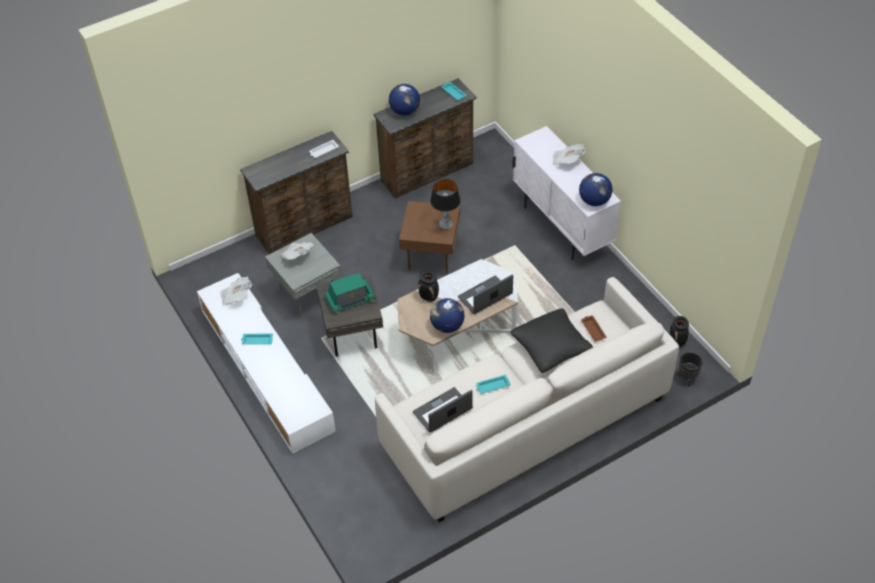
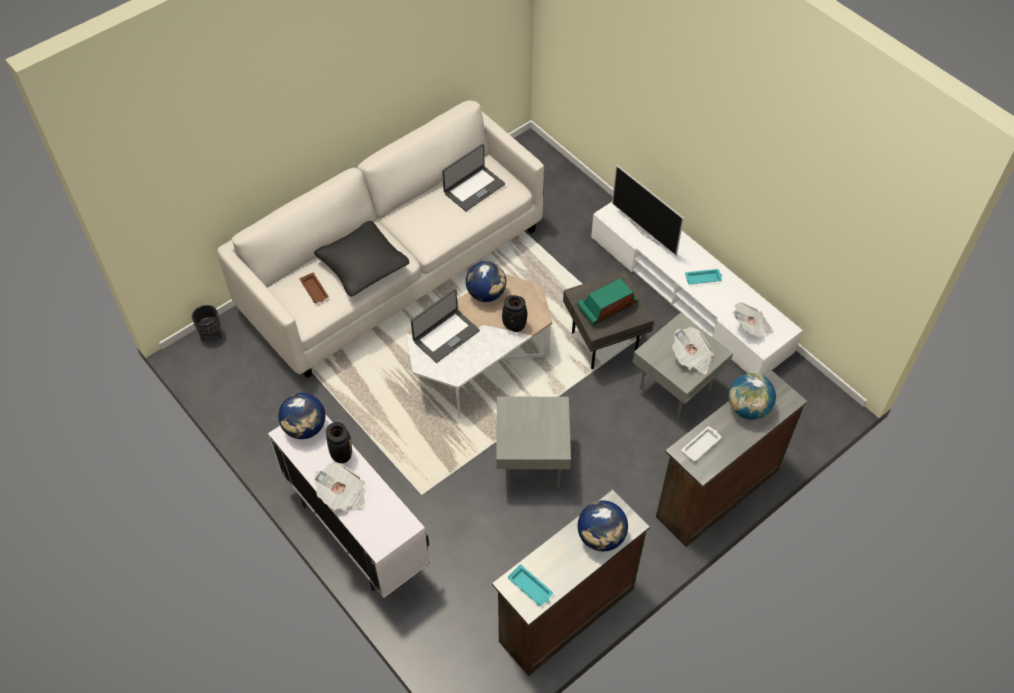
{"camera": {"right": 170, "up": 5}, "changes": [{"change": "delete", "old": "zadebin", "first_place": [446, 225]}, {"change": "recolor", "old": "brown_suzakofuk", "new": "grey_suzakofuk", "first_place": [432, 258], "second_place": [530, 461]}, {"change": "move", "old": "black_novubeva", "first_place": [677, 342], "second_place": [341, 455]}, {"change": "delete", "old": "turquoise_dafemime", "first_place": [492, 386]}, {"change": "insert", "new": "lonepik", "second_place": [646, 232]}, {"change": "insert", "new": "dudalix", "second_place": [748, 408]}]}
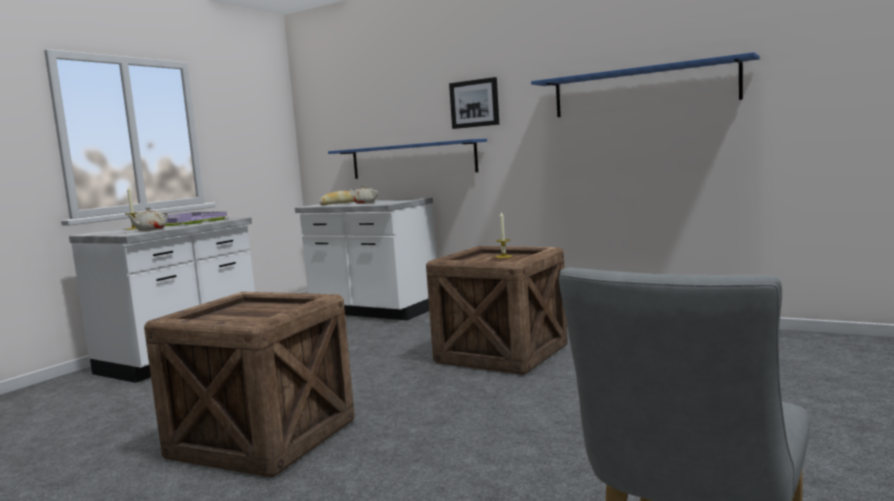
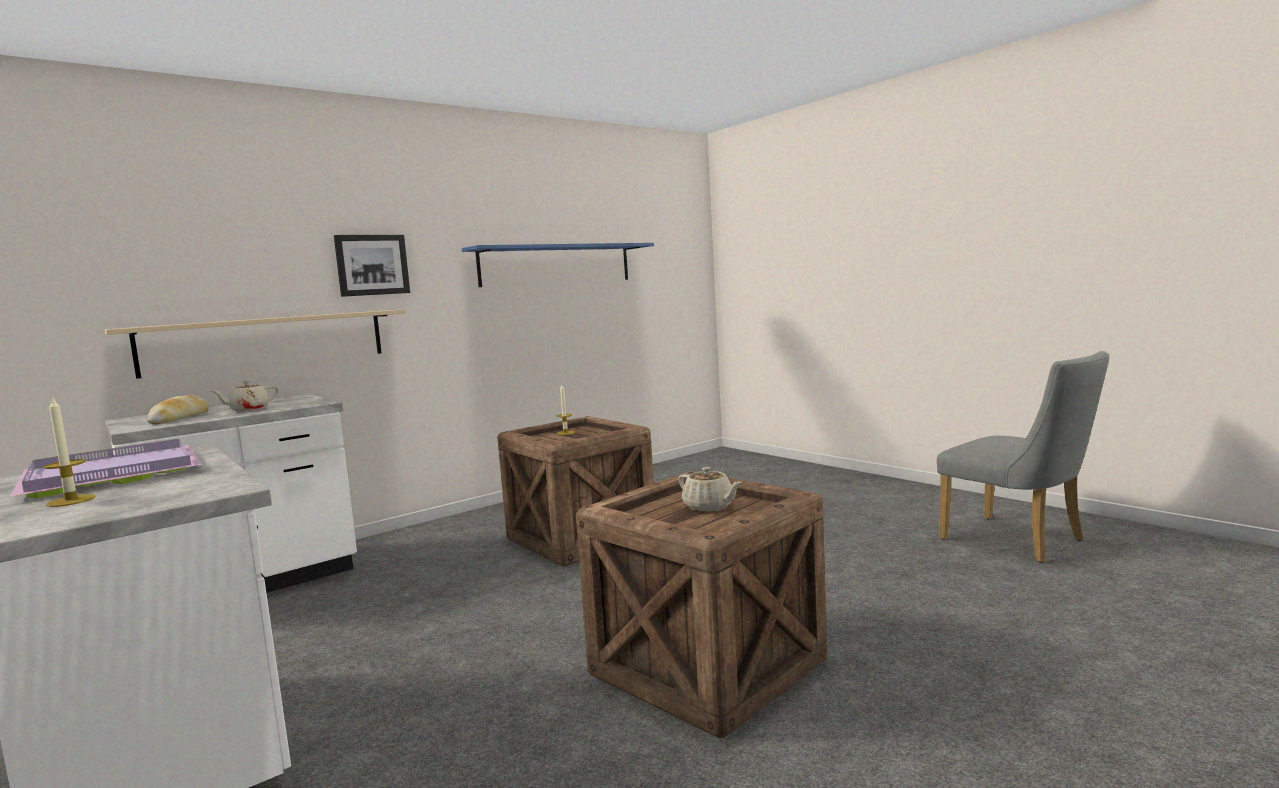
{"camera": {"right": -70, "up": 0}, "changes": [{"change": "recolor", "old": "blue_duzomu", "new": "beige_duzomu", "first_place": [412, 160], "second_place": [266, 341]}, {"change": "move", "old": "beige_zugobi", "first_place": [150, 230], "second_place": [709, 507]}]}
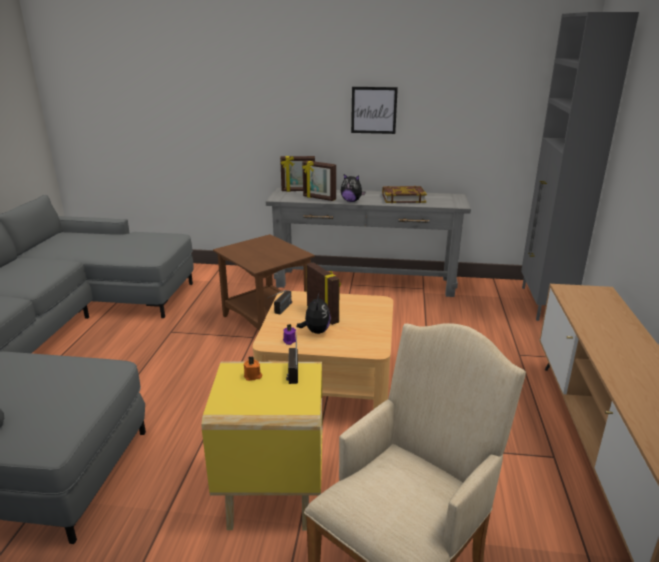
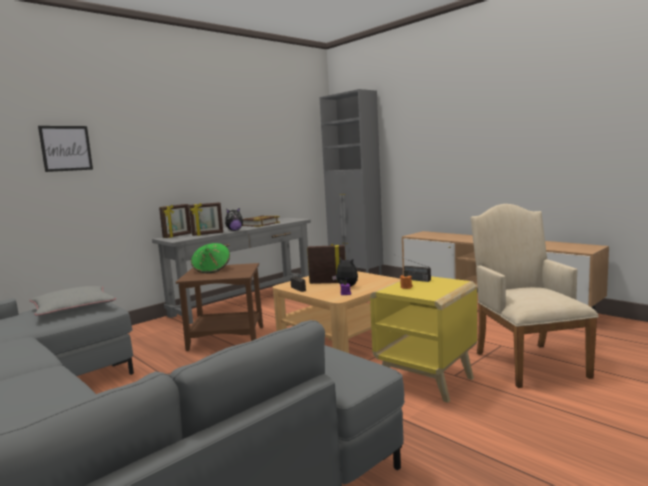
{"camera": {"right": -50, "up": -15}, "changes": [{"change": "move", "old": "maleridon", "first_place": [374, 110], "second_place": [66, 148]}, {"change": "insert", "new": "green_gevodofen", "second_place": [212, 269]}, {"change": "insert", "new": "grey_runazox", "second_place": [73, 308]}]}
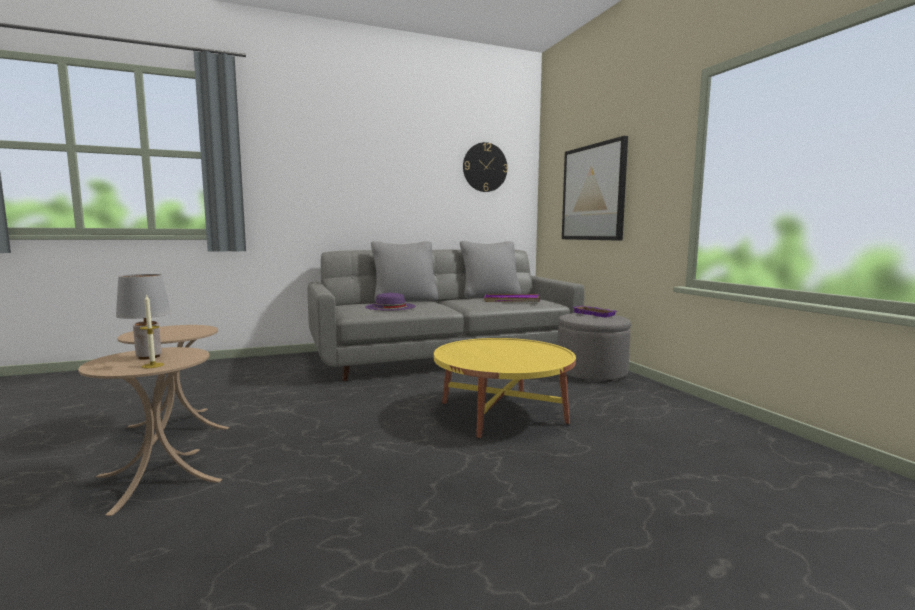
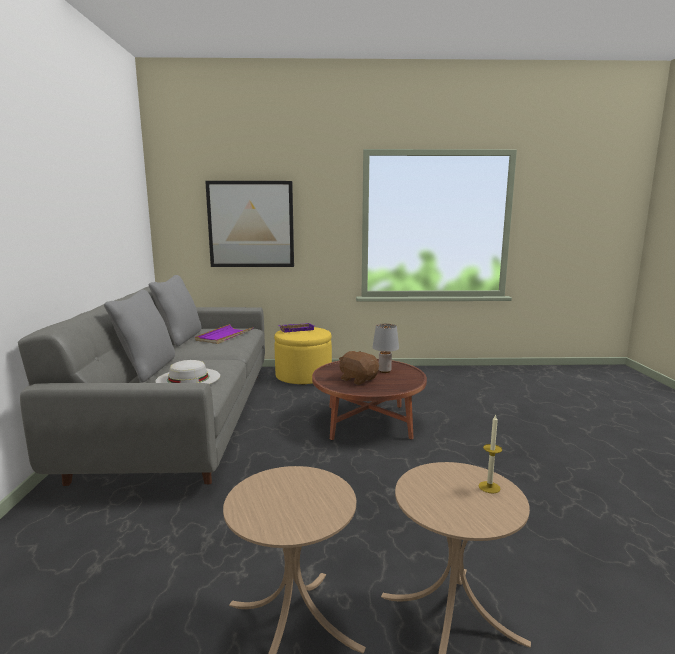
{"camera": {"right": -70, "up": 5}, "changes": [{"change": "delete", "old": "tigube", "first_place": [485, 167]}, {"change": "move", "old": "grey_zadebin", "first_place": [149, 357], "second_place": [385, 371]}, {"change": "recolor", "old": "purple_gevodofen", "new": "white_gevodofen", "first_place": [390, 306], "second_place": [188, 378]}, {"change": "recolor", "old": "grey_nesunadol", "new": "yellow_nesunadol", "first_place": [591, 372], "second_place": [303, 376]}, {"change": "recolor", "old": "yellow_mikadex", "new": "brown_mikadex", "first_place": [502, 413], "second_place": [368, 422]}, {"change": "insert", "new": "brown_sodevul", "second_place": [358, 379]}]}
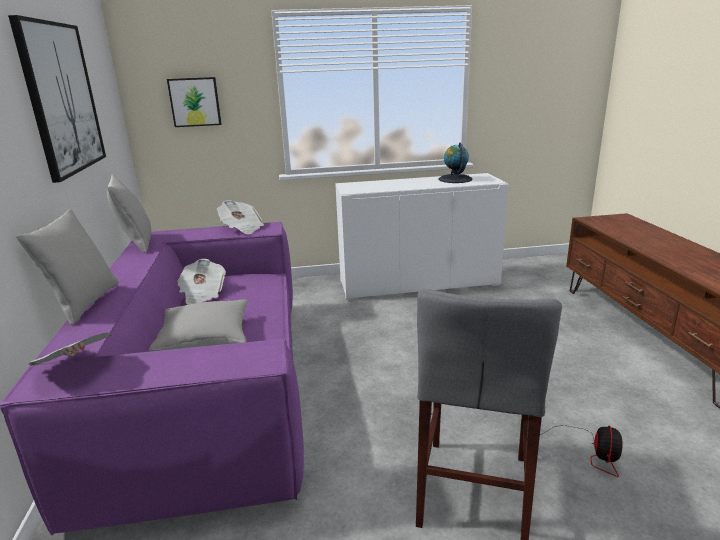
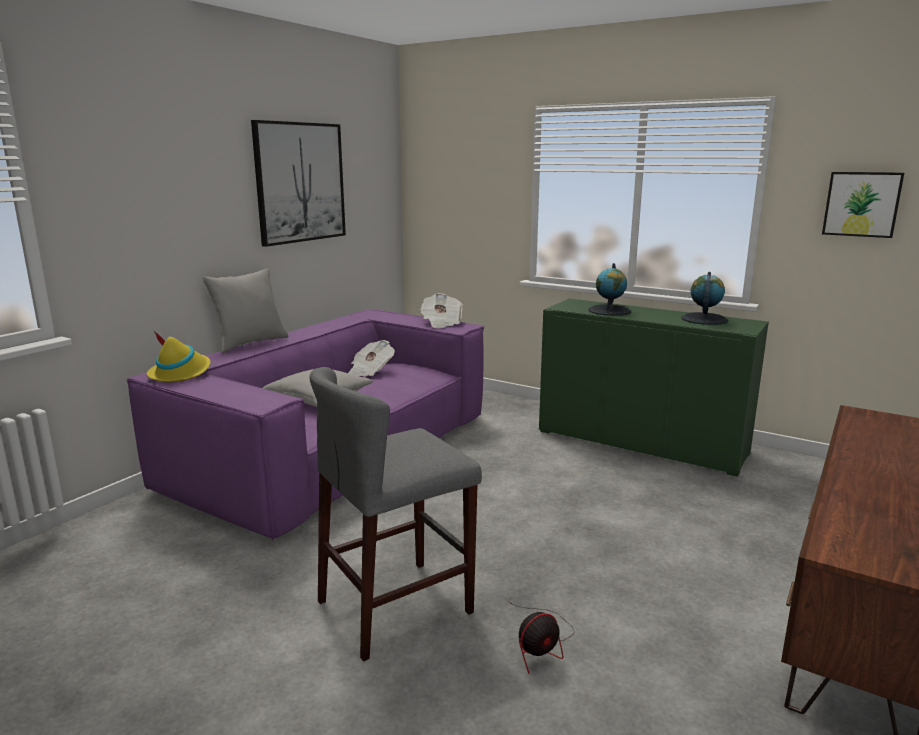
{"camera": {"right": 40, "up": -5}, "changes": [{"change": "move", "old": "maleridon", "first_place": [195, 102], "second_place": [862, 204]}, {"change": "recolor", "old": "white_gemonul", "new": "green_gemonul", "first_place": [418, 283], "second_place": [640, 442]}, {"change": "delete", "old": "grey_runazox", "first_place": [136, 243]}, {"change": "replace", "old": "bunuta", "new": "yellow_gevodofen", "first_place": [76, 367], "second_place": [180, 373]}, {"change": "insert", "new": "dudalix", "second_place": [609, 311]}]}
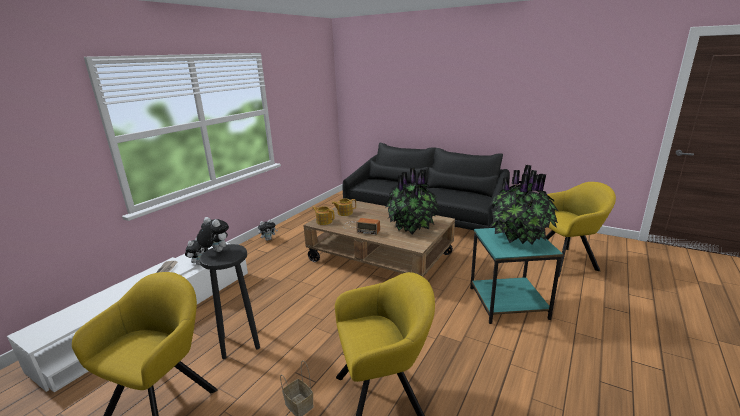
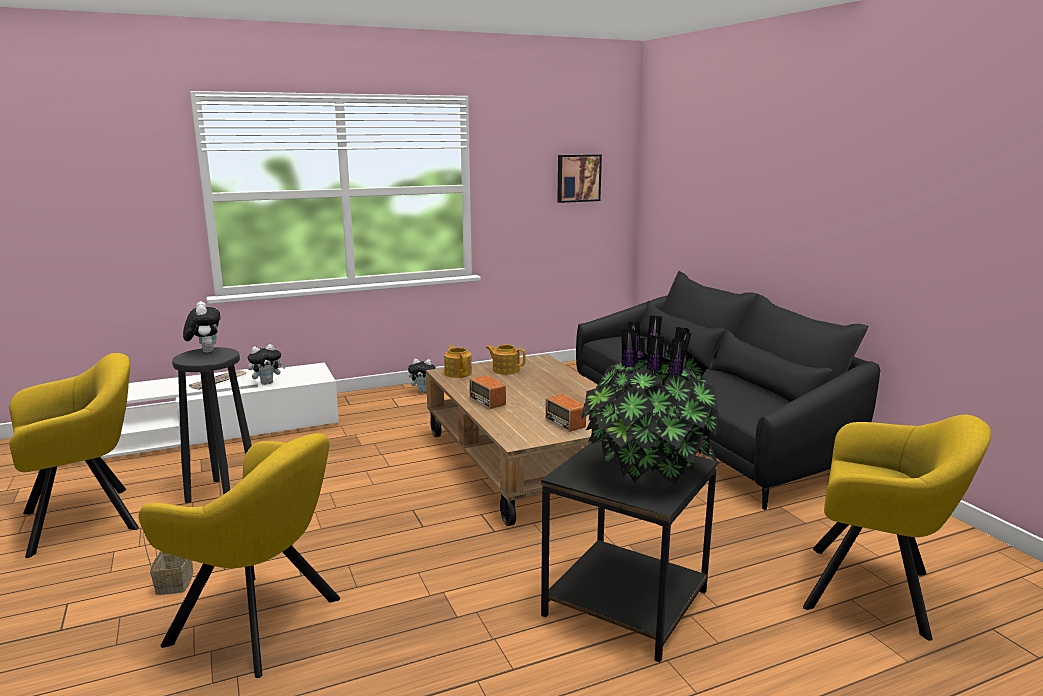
{"camera": {"right": 35, "up": -5}, "changes": [{"change": "replace", "old": "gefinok", "new": "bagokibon", "first_place": [412, 227], "second_place": [564, 415]}, {"change": "recolor", "old": "turquoise_suzakofuk", "new": "black_suzakofuk", "first_place": [509, 303], "second_place": [627, 604]}, {"change": "insert", "new": "maleridon", "second_place": [578, 178]}]}
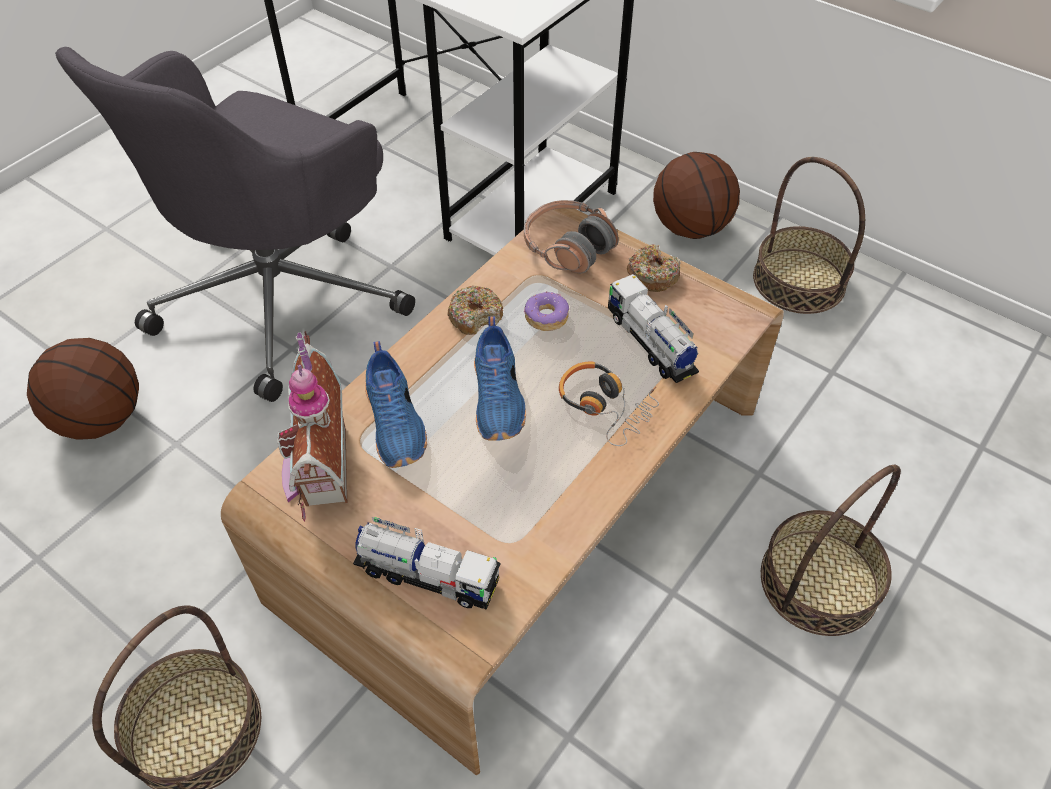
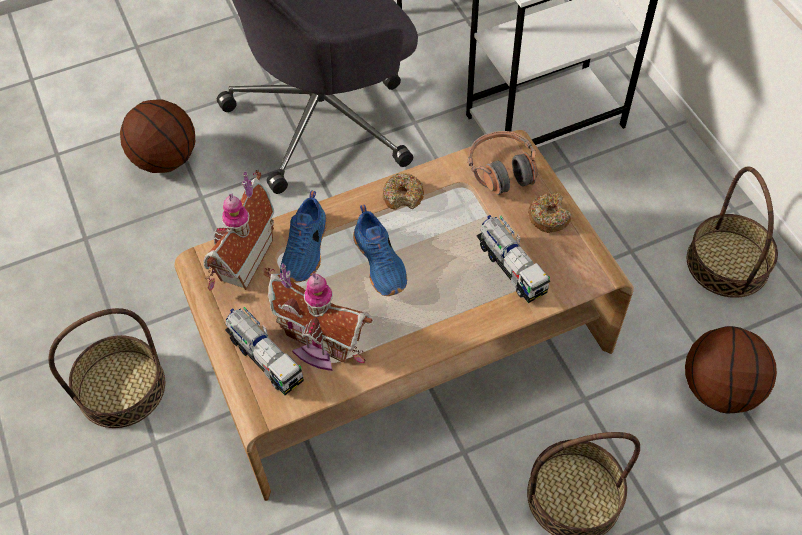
{"camera": {"right": 30, "up": 5}, "changes": [{"change": "move", "old": "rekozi", "first_place": [691, 228], "second_place": [719, 390]}, {"change": "rotate", "old": "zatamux", "first_place": [650, 342], "second_place": [511, 267], "degrees": 150}, {"change": "delete", "old": "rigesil", "first_place": [546, 317]}, {"change": "rotate", "old": "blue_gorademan", "first_place": [499, 398], "second_place": [381, 262], "degrees": -45}, {"change": "delete", "old": "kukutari", "first_place": [605, 406]}, {"change": "insert", "new": "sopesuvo", "second_place": [320, 344]}]}
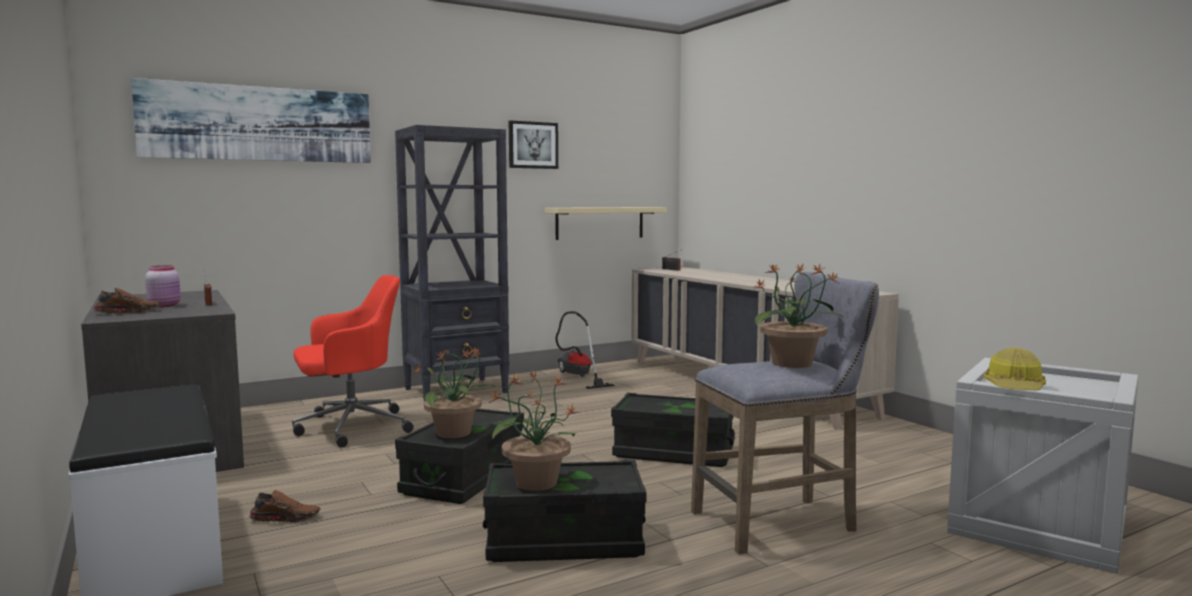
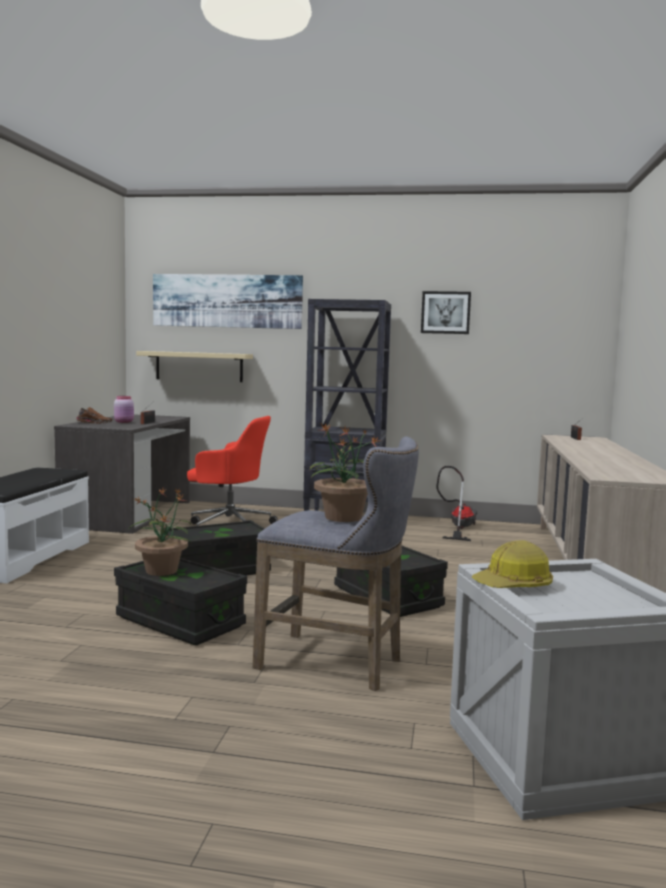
{"camera": {"right": 40, "up": 0}, "changes": [{"change": "move", "old": "beige_duzomu", "first_place": [600, 223], "second_place": [199, 366]}, {"change": "delete", "old": "gefinok", "first_place": [455, 433]}, {"change": "delete", "old": "brown_gorademan", "first_place": [286, 518]}]}
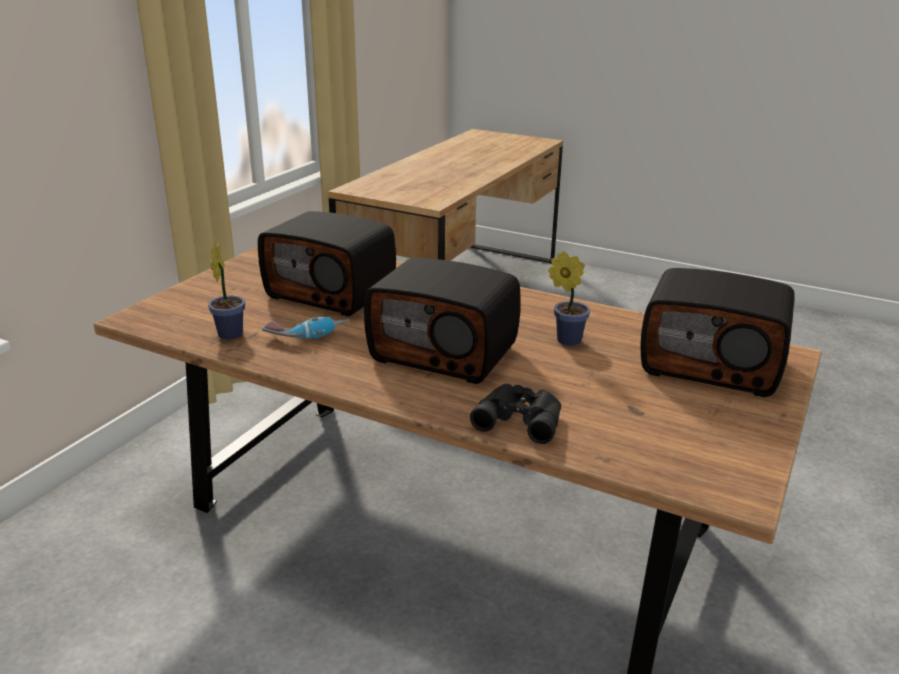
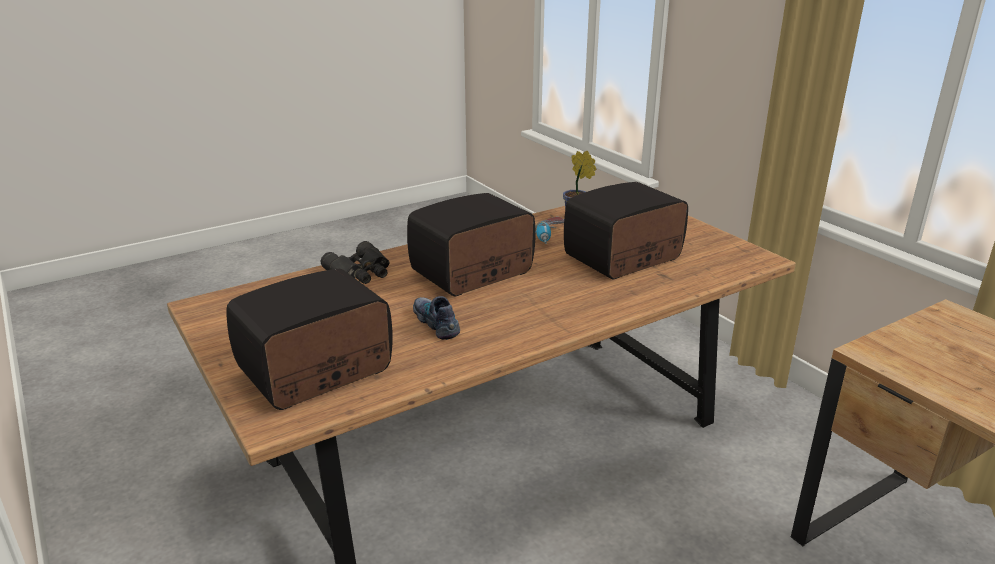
{"camera": {"right": 120, "up": 0}, "changes": [{"change": "replace", "old": "gefinok", "new": "gorademan", "first_place": [565, 339], "second_place": [437, 323]}]}
